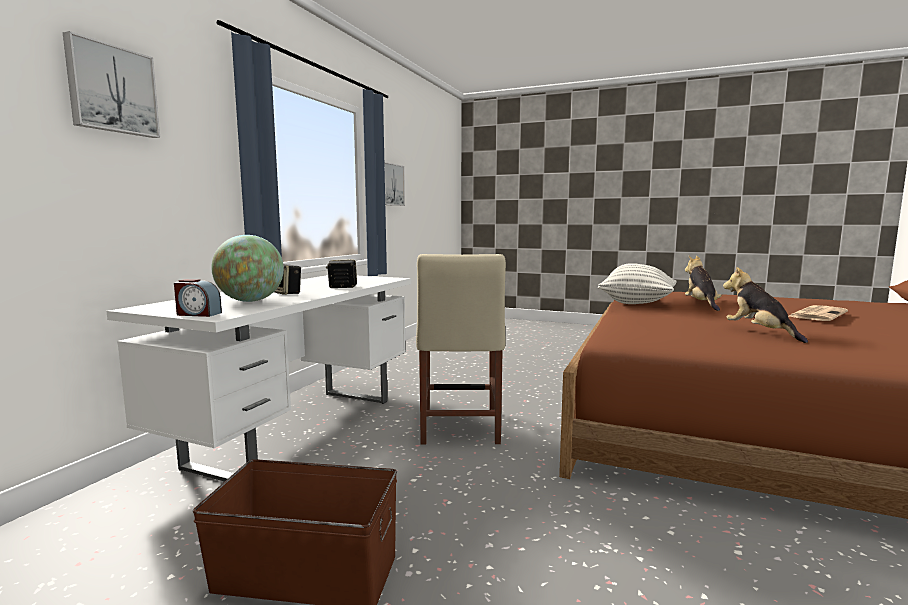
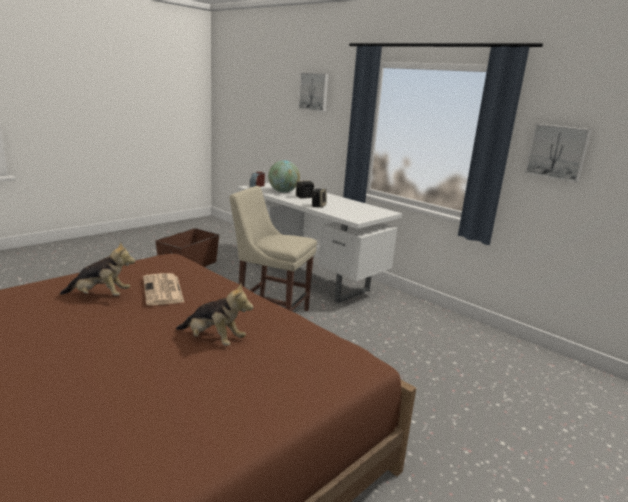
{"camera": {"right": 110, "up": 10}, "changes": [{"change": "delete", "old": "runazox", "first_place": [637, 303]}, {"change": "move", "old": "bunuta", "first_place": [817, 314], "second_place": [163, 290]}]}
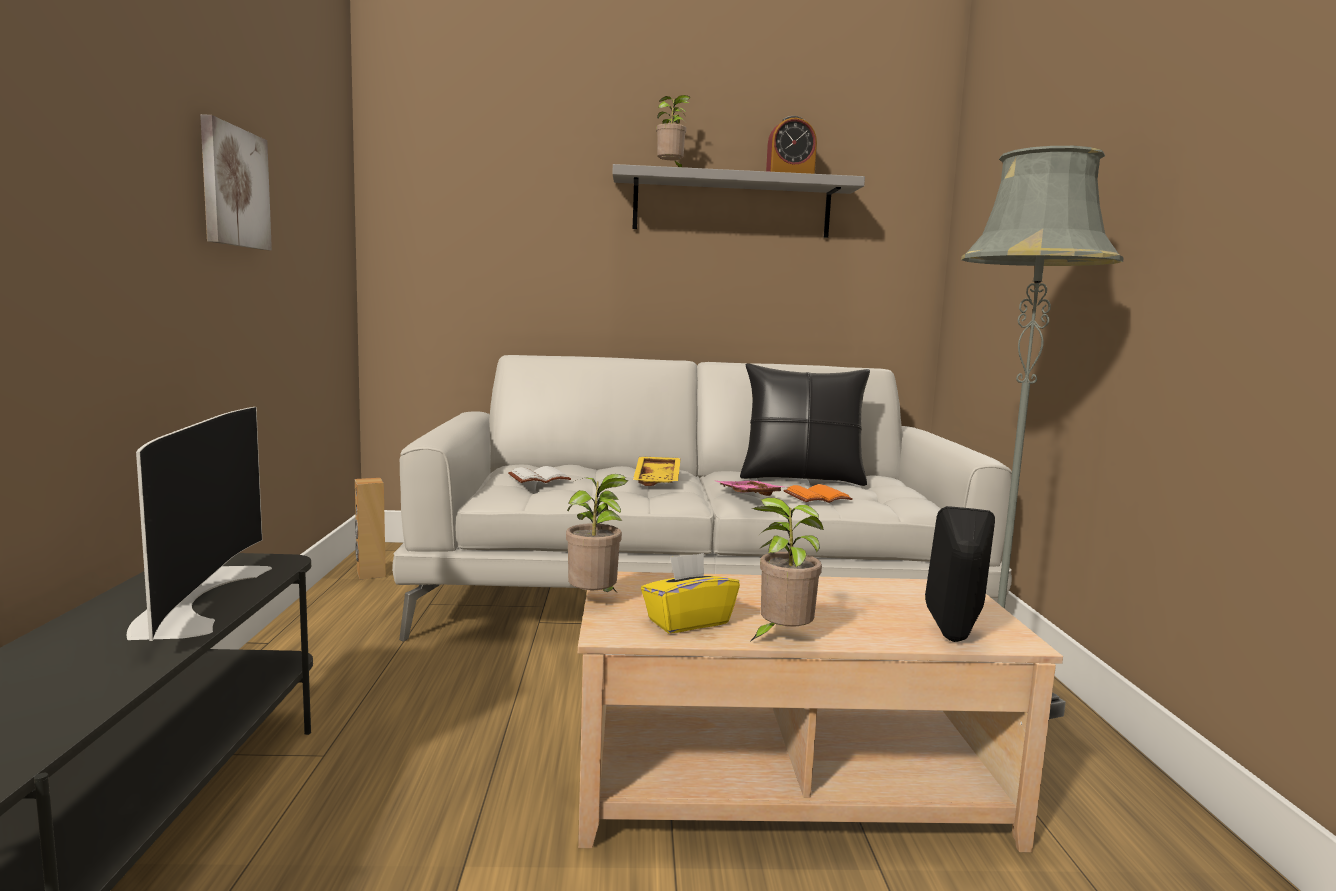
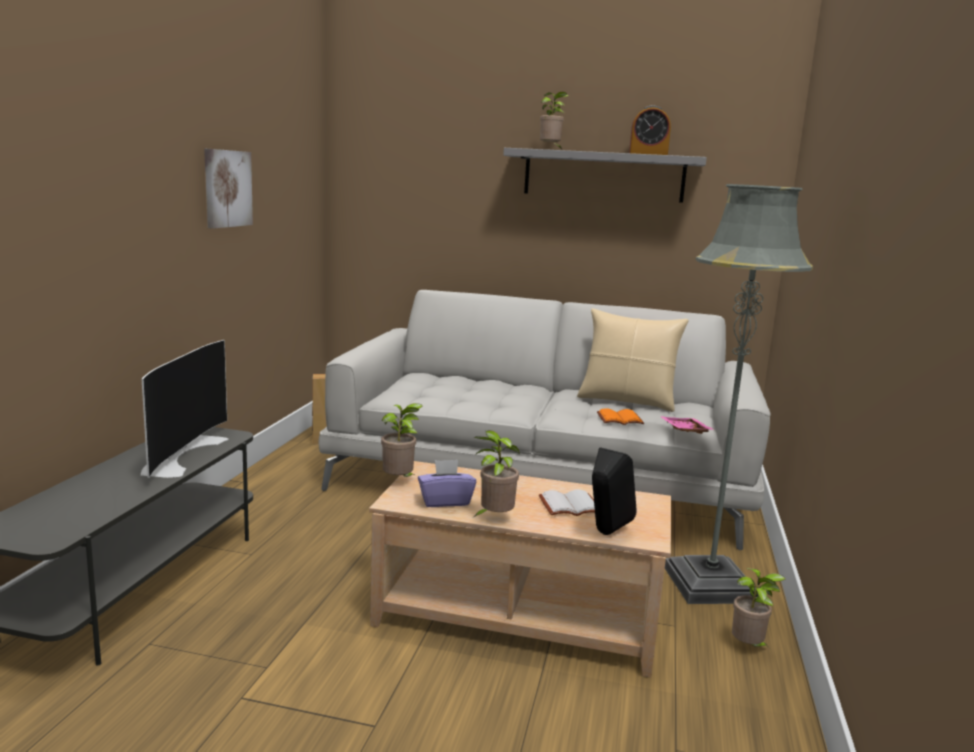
{"camera": {"right": 15, "up": 5}, "changes": [{"change": "recolor", "old": "black_runazox", "new": "beige_runazox", "first_place": [801, 478], "second_place": [627, 401]}, {"change": "delete", "old": "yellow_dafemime", "first_place": [658, 479]}, {"change": "move", "old": "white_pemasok", "first_place": [539, 478], "second_place": [570, 505]}, {"change": "move", "old": "pink_dafemime", "first_place": [747, 496], "second_place": [684, 432]}, {"change": "recolor", "old": "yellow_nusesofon", "new": "purple_nusesofon", "first_place": [687, 622], "second_place": [445, 501]}, {"change": "insert", "new": "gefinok", "second_place": [748, 648]}]}
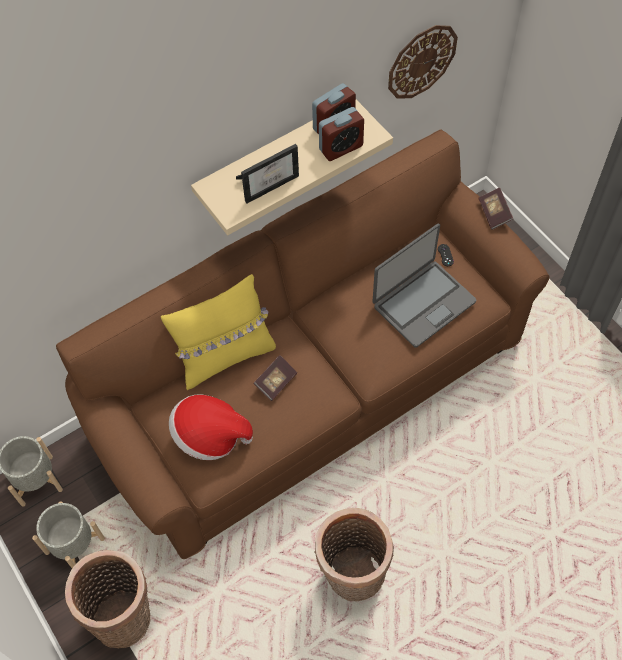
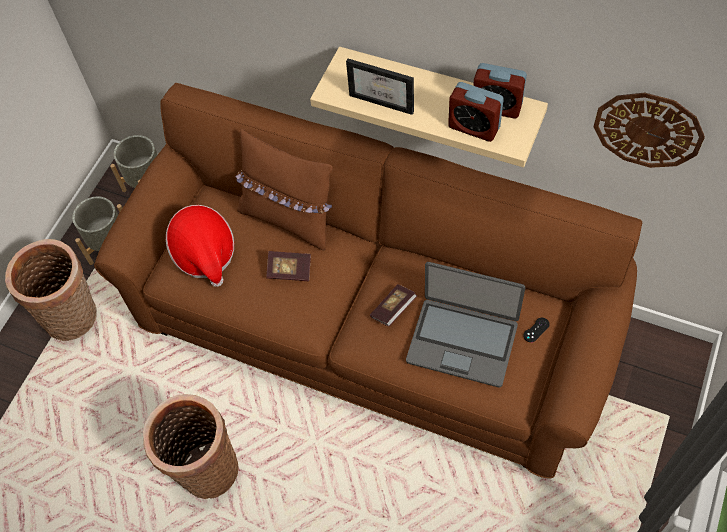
{"camera": {"right": 60, "up": 0}, "changes": [{"change": "move", "old": "pemasok", "first_place": [494, 213], "second_place": [393, 309]}, {"change": "recolor", "old": "yellow_runazox", "new": "brown_runazox", "first_place": [225, 356], "second_place": [289, 218]}]}
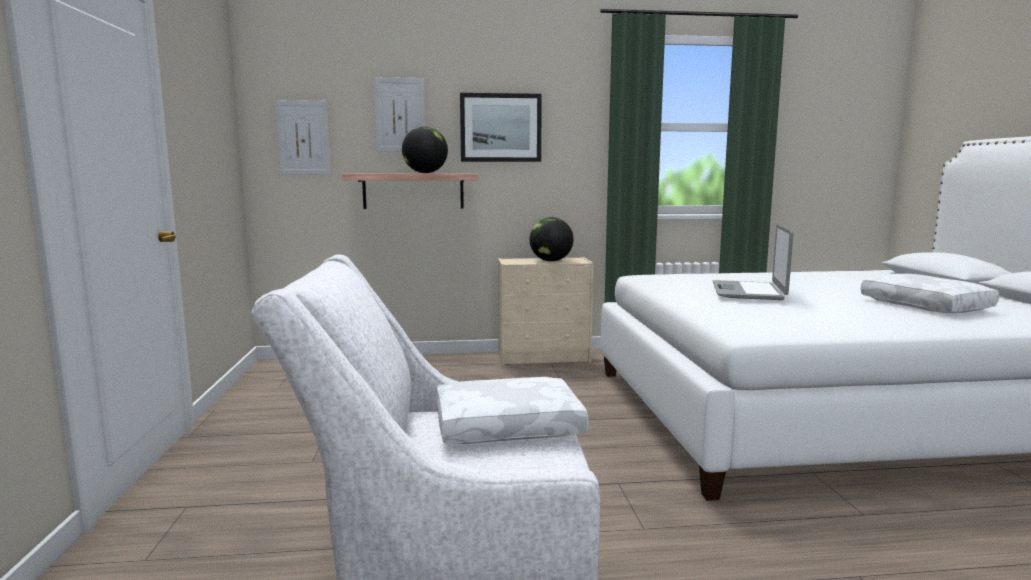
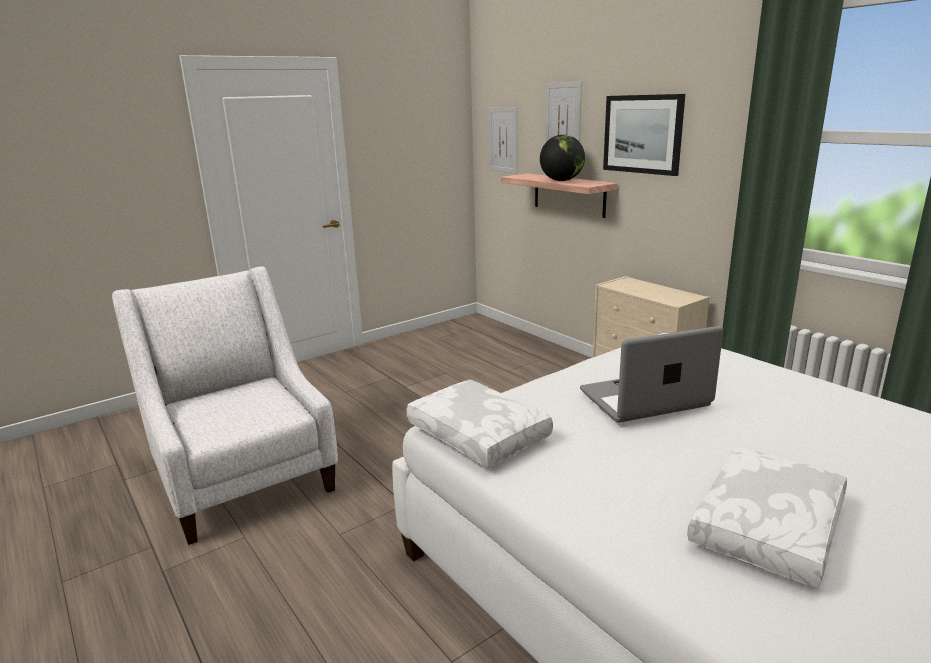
{"camera": {"right": 60, "up": 10}, "changes": [{"change": "delete", "old": "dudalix", "first_place": [551, 261]}, {"change": "move", "old": "white_runazox", "first_place": [508, 426], "second_place": [480, 434]}]}
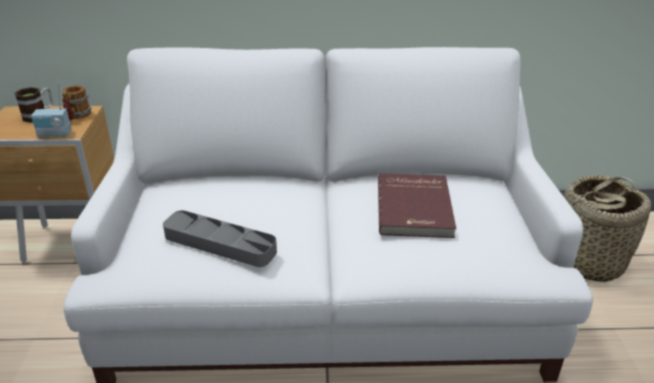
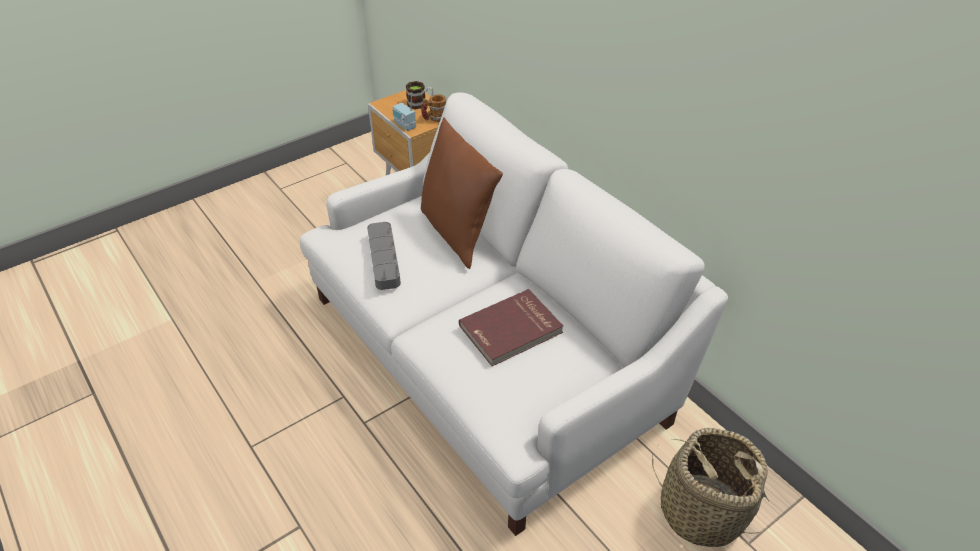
{"camera": {"right": 55, "up": 10}, "changes": [{"change": "insert", "new": "brown_runazox", "second_place": [458, 233]}]}
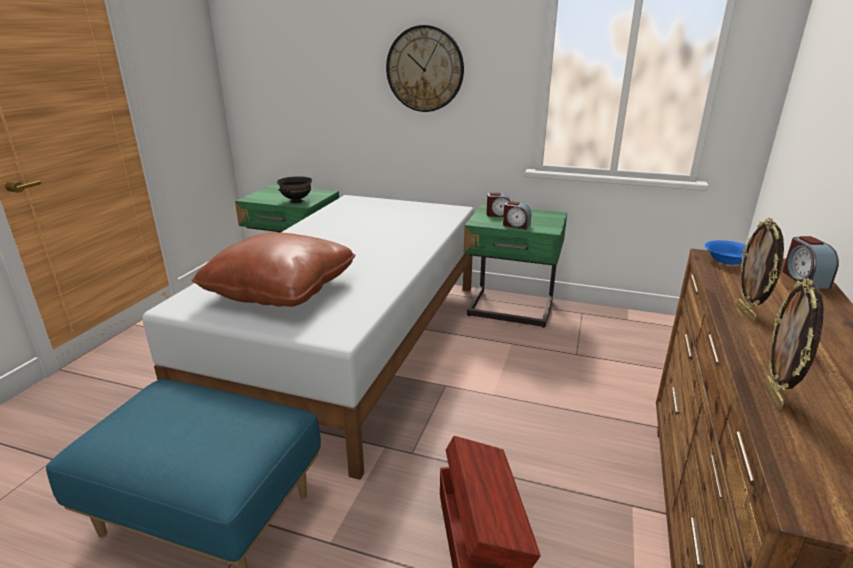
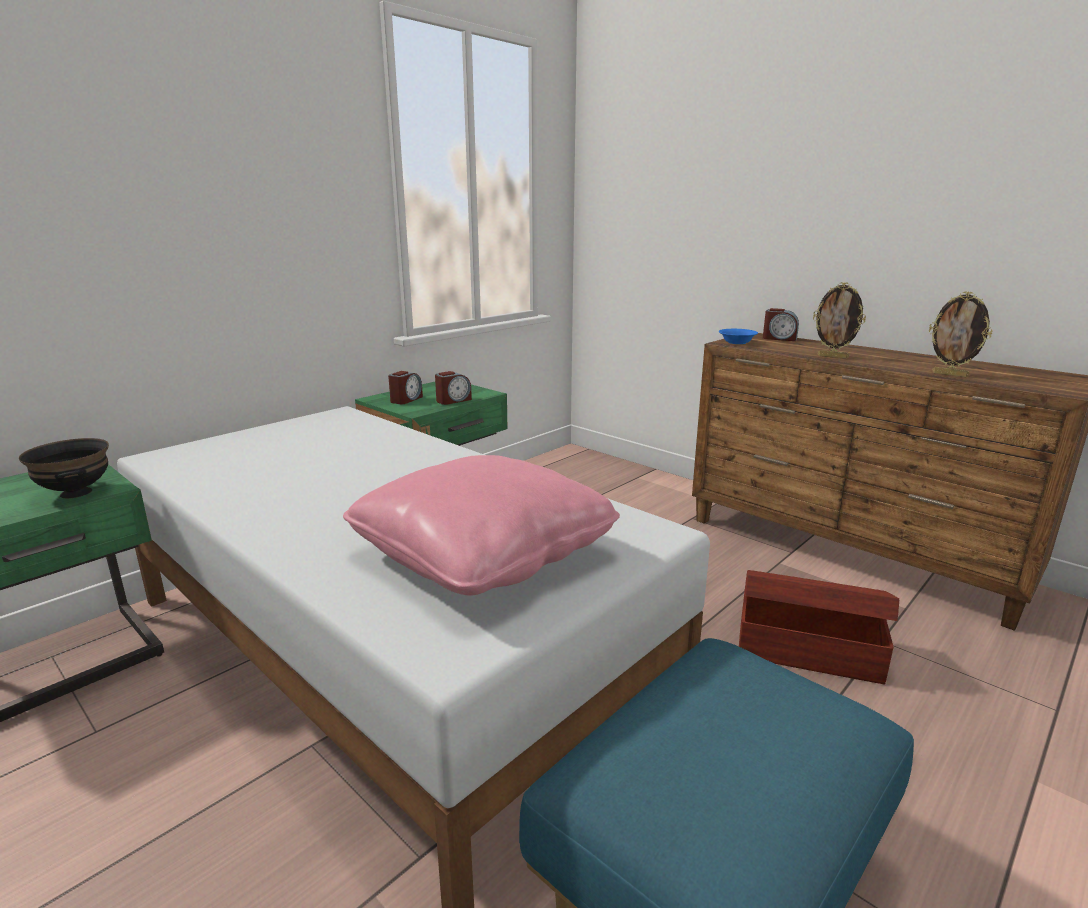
{"camera": {"right": -65, "up": -5}, "changes": [{"change": "delete", "old": "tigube", "first_place": [425, 69]}, {"change": "recolor", "old": "brown_runazox", "new": "pink_runazox", "first_place": [280, 290], "second_place": [483, 554]}]}
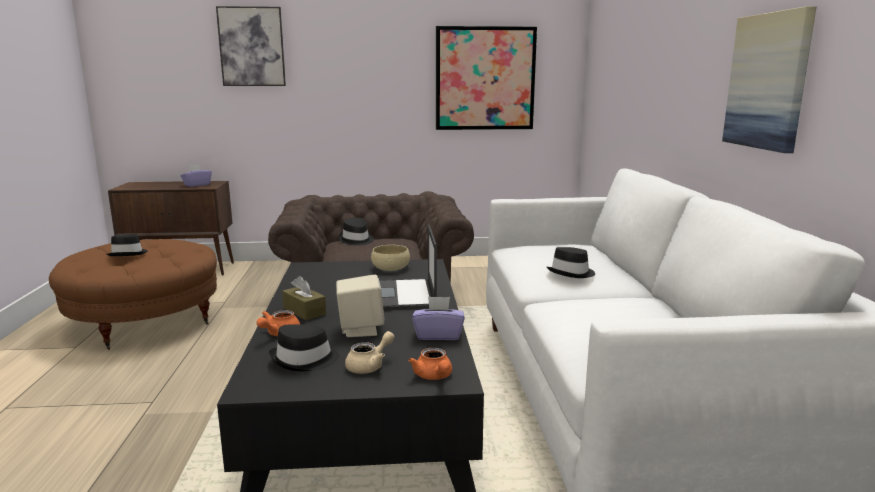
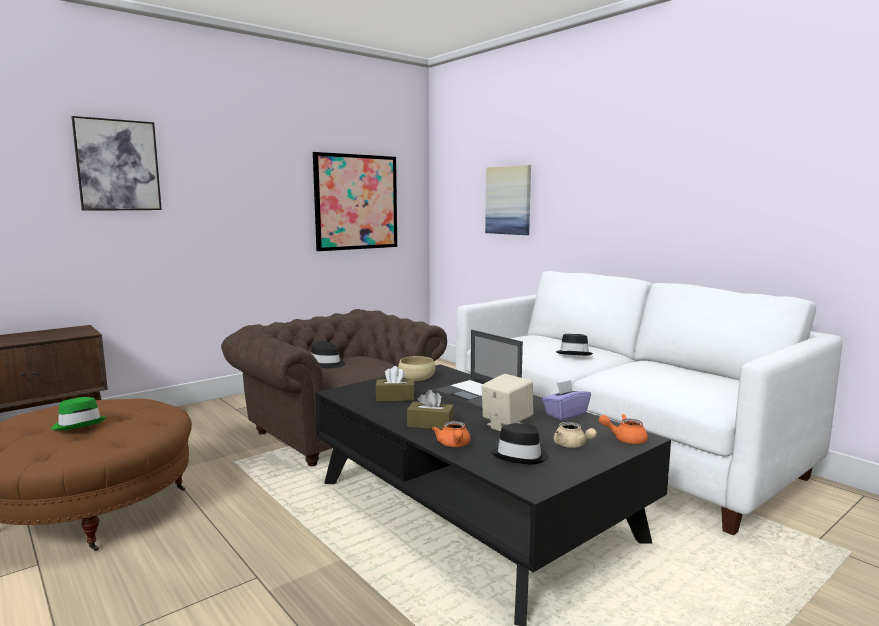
{"camera": {"right": -35, "up": -5}, "changes": [{"change": "move", "old": "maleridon", "first_place": [768, 81], "second_place": [508, 200]}, {"change": "delete", "old": "purple_nusesofon", "first_place": [197, 185]}, {"change": "recolor", "old": "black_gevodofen", "new": "green_gevodofen", "first_place": [128, 254], "second_place": [79, 424]}, {"change": "rotate", "old": "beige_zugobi", "first_place": [370, 366], "second_place": [572, 445], "degrees": 135}, {"change": "rotate", "old": "orange_zugobi", "first_place": [434, 377], "second_place": [625, 439], "degrees": 150}, {"change": "insert", "new": "brown_nusesofon", "second_place": [395, 397]}]}
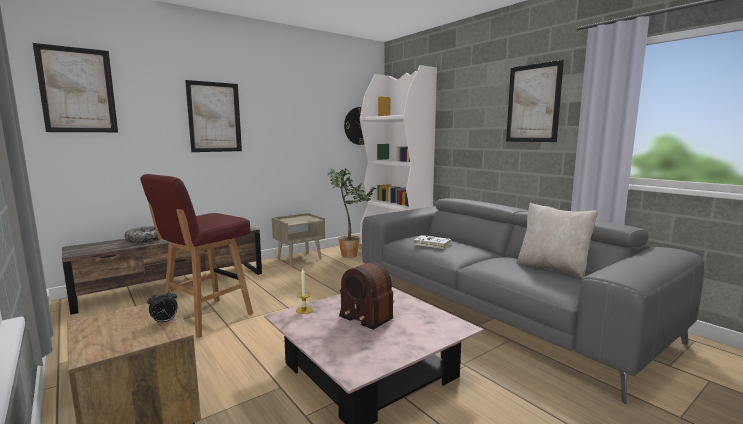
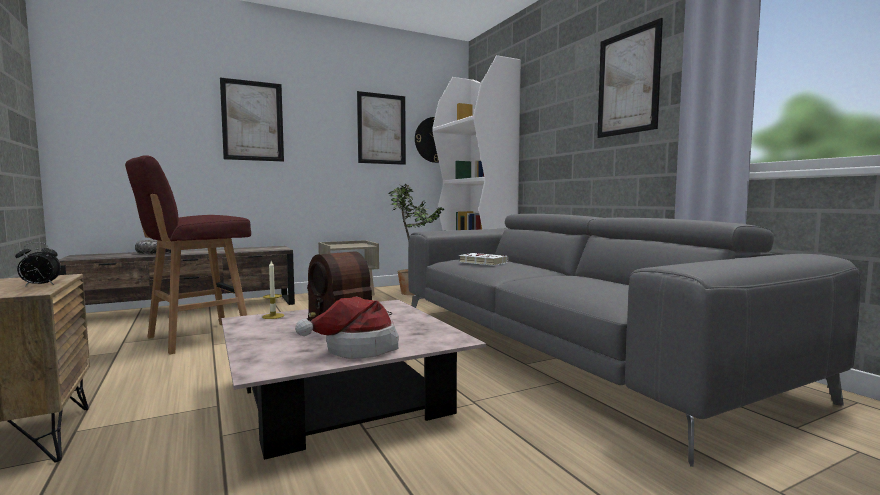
{"camera": {"right": 10, "up": -5}, "changes": [{"change": "move", "old": "maleridon", "first_place": [78, 90], "second_place": [381, 129]}, {"change": "delete", "old": "beige_runazox", "first_place": [552, 268]}, {"change": "insert", "new": "gevodofen", "second_place": [357, 348]}]}
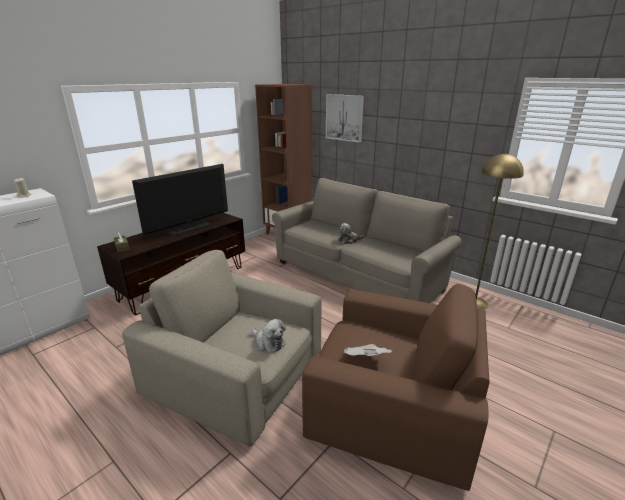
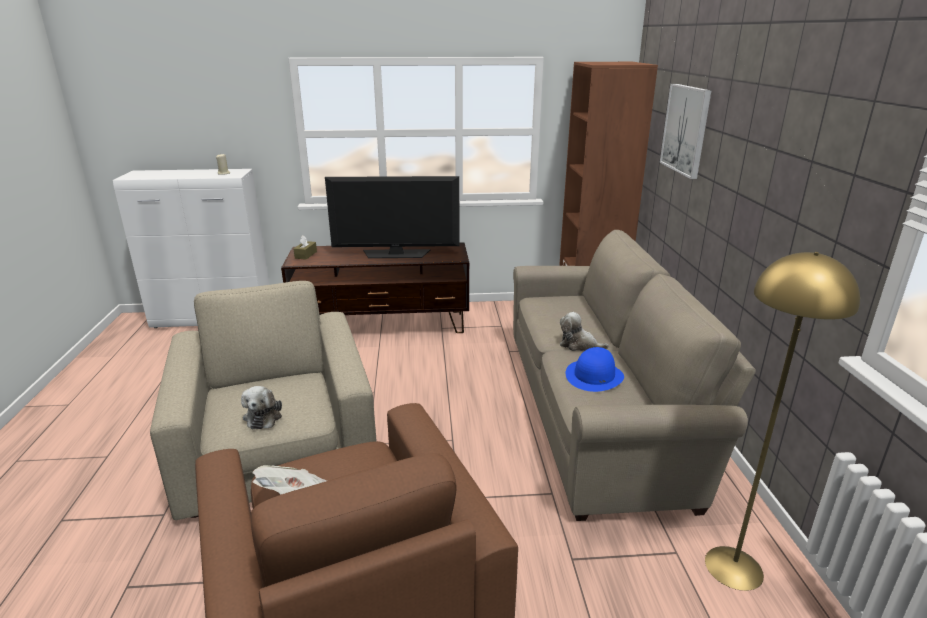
{"camera": {"right": 45, "up": 0}, "changes": [{"change": "insert", "new": "blue_gevodofen", "second_place": [594, 376]}]}
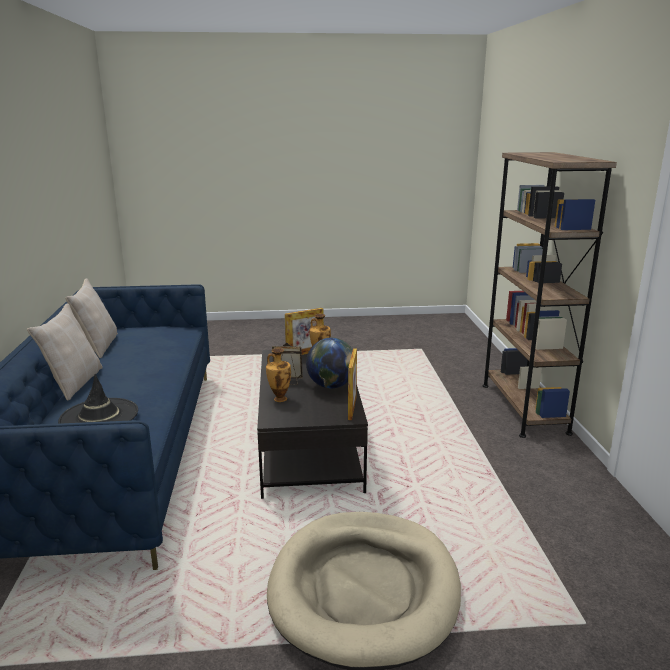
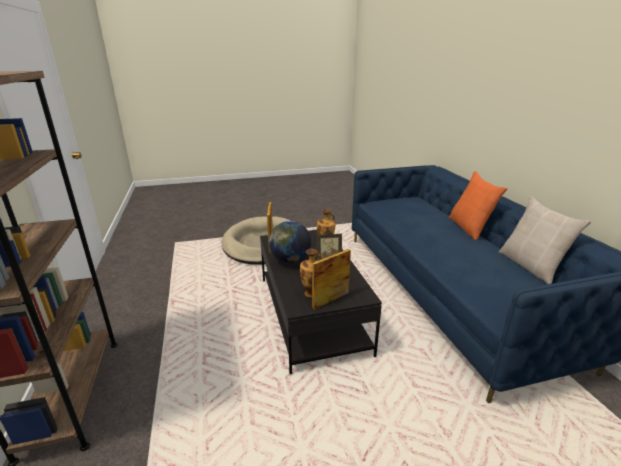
{"camera": {"right": 170, "up": 5}, "changes": [{"change": "recolor", "old": "beige_runazox", "new": "orange_runazox", "first_place": [74, 383], "second_place": [470, 228]}, {"change": "delete", "old": "black_gevodofen", "first_place": [99, 416]}]}
